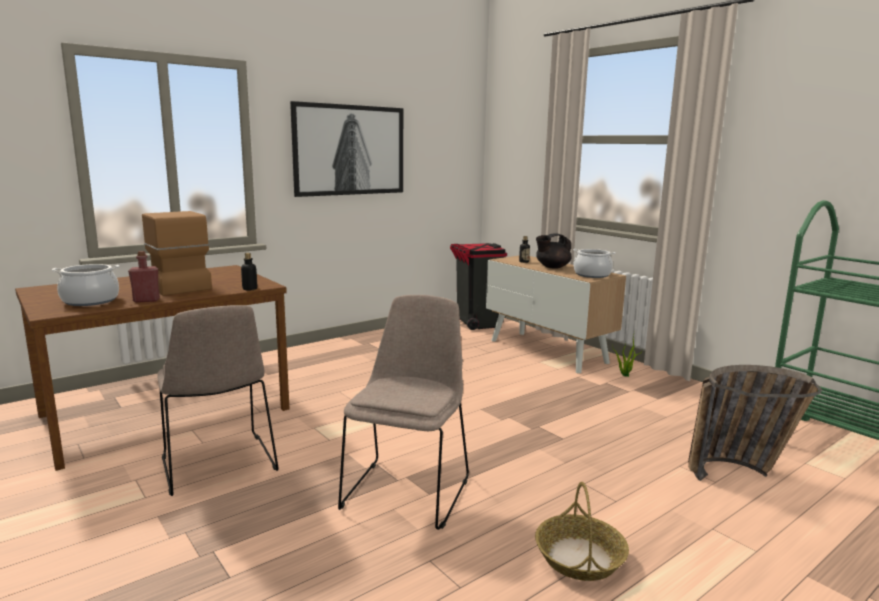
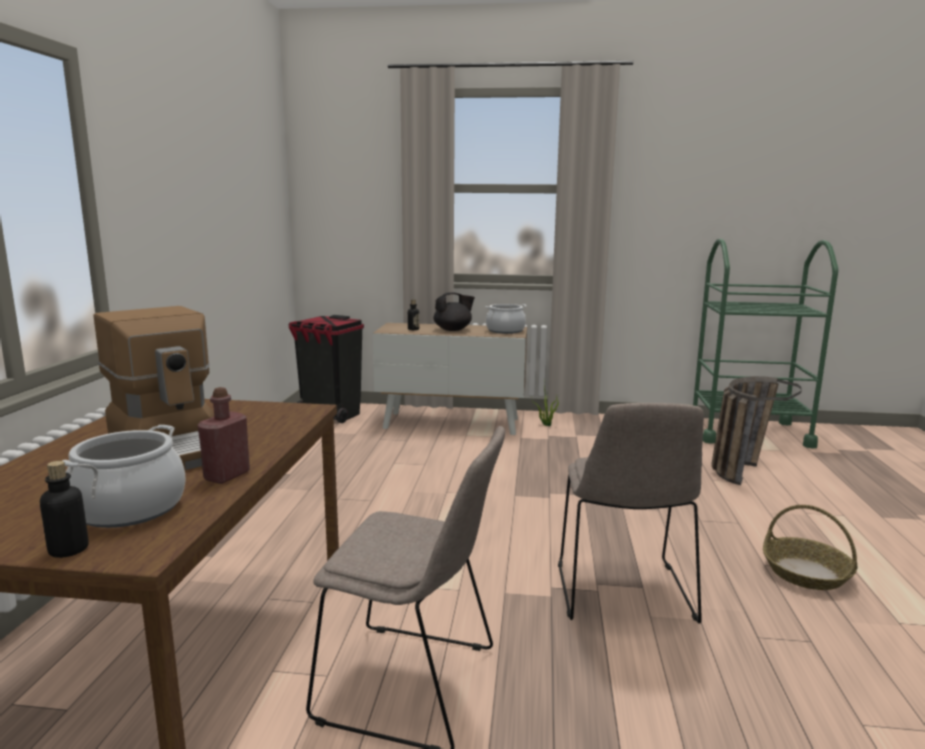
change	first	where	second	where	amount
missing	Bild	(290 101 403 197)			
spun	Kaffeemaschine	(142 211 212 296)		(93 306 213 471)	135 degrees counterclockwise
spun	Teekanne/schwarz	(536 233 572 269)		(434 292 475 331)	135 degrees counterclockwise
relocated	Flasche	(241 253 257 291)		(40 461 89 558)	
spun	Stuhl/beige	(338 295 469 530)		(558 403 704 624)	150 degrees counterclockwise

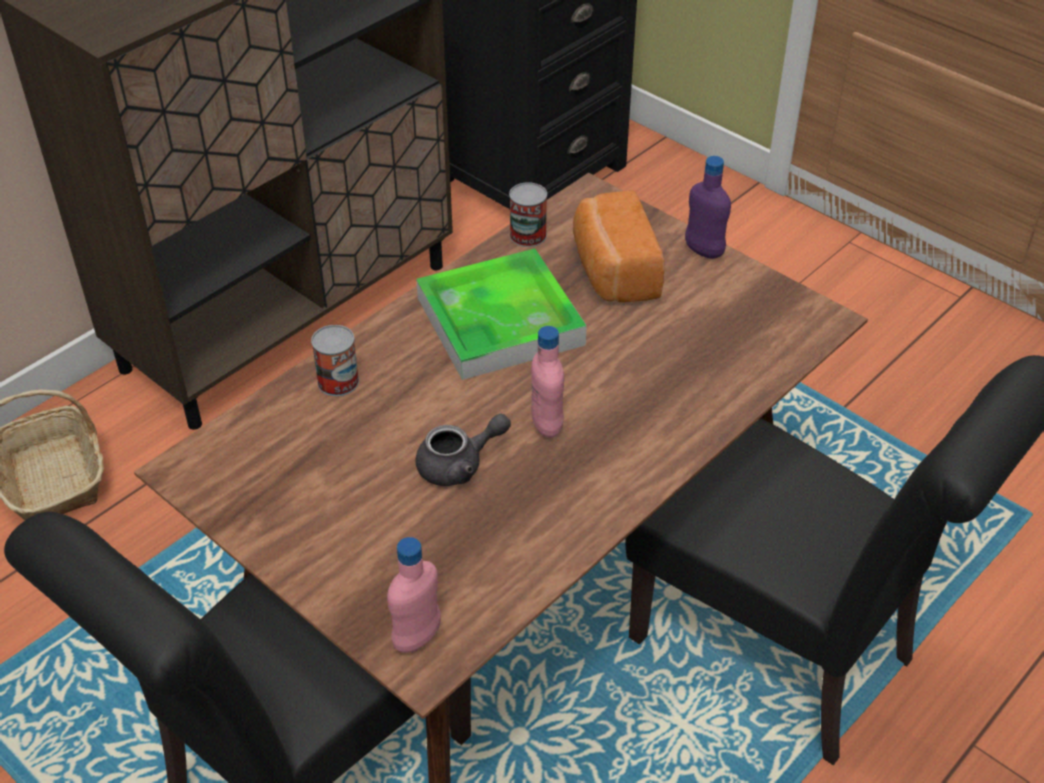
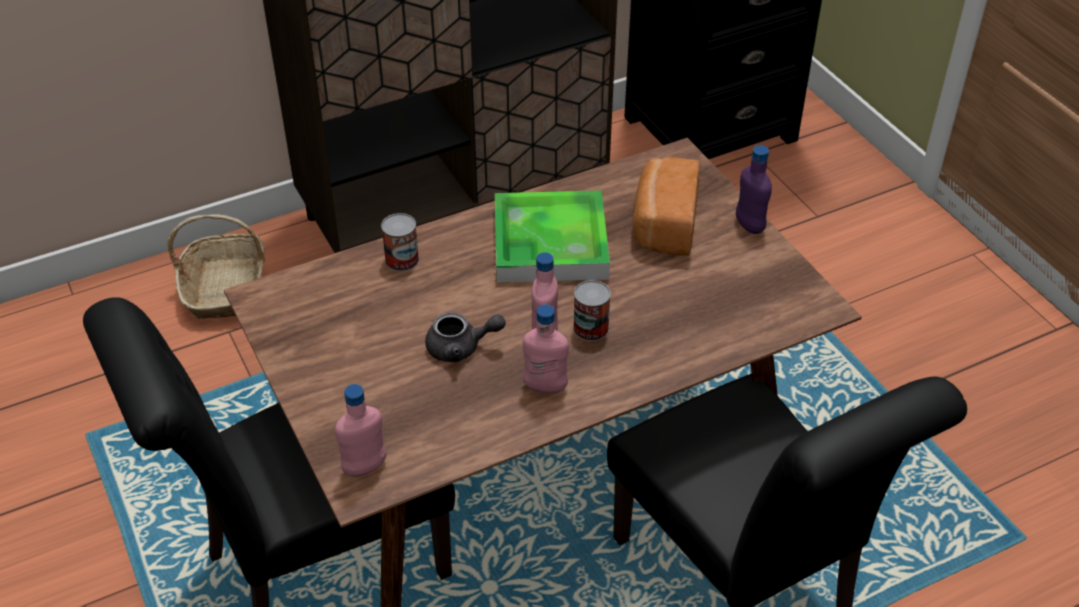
change	first	where	second	where	amount
relocated	Dose	(509 182 547 247)		(573 280 611 341)	
appeared			Flasche/rosa	(523 304 569 394)	

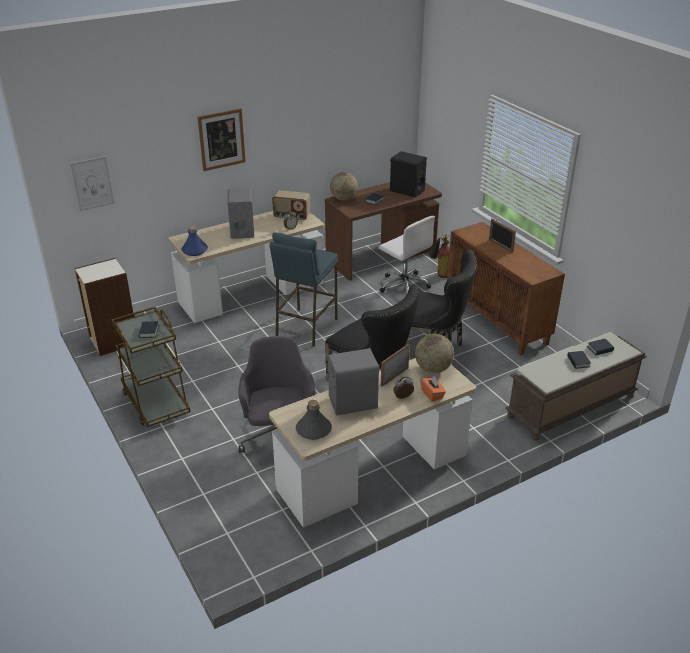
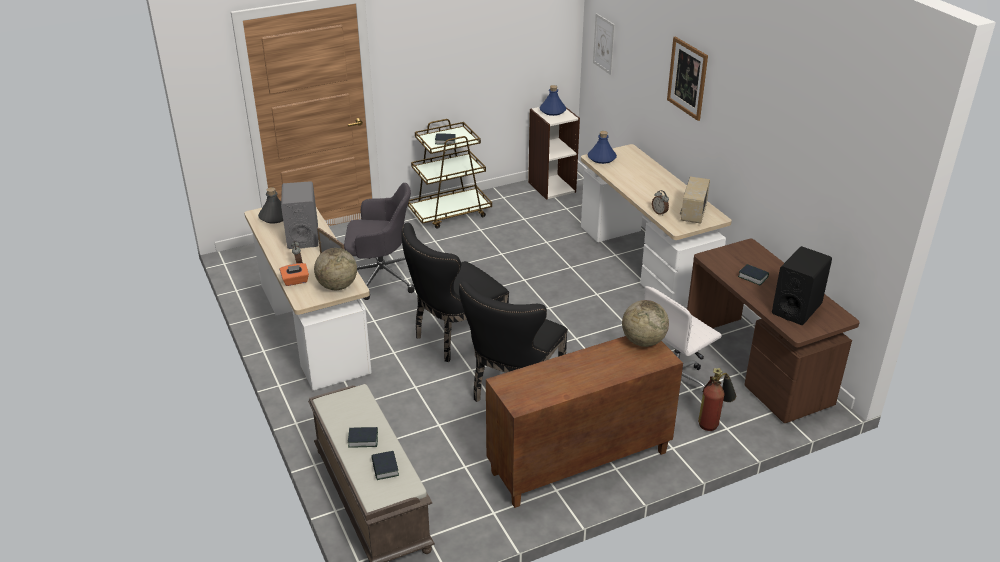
change	first	where	second	where	amount
relocated	Globus	(330 172 358 201)		(622 300 669 347)	
missing	Lautsprecher/grau	(228 188 254 239)			
missing	Bilderrahmen	(489 219 516 253)			
missing	Hocker/blau	(270 232 338 347)			
appeared			Flasche/blau	(540 85 567 116)	

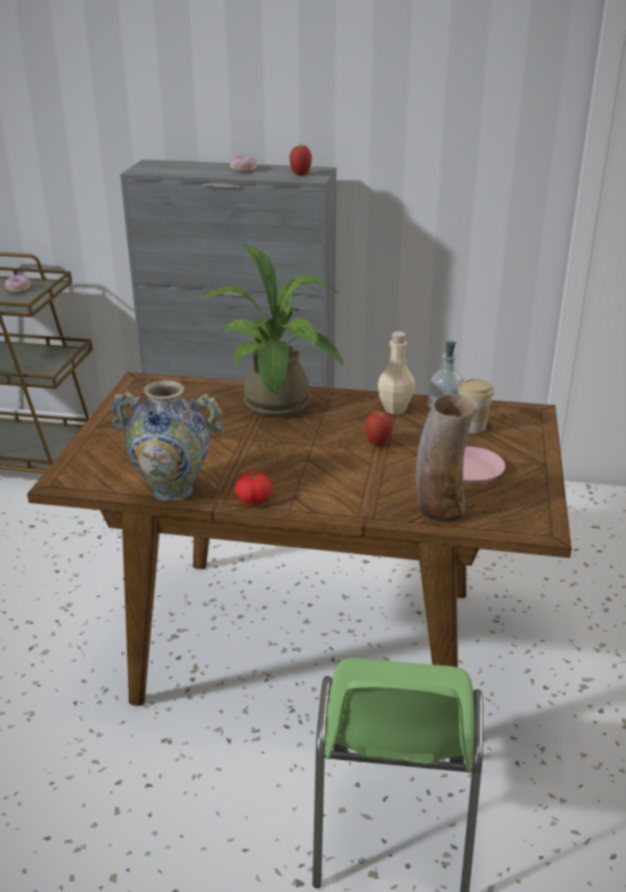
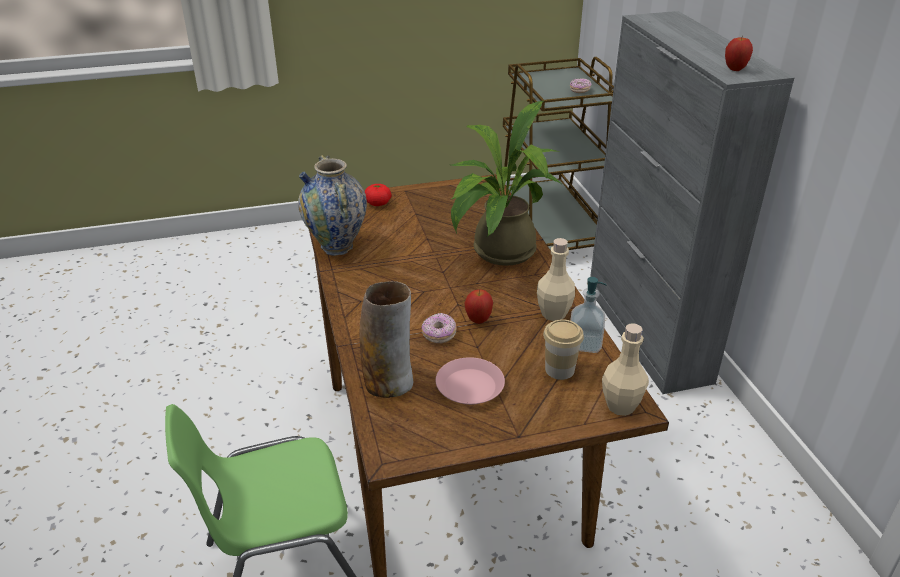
change	first	where	second	where	amount
relocated	Donut	(230 155 257 172)		(421 313 456 343)	
relocated	Tomate	(234 472 272 504)		(365 184 392 206)	
appeared			Flasche/beige	(602 323 649 416)	

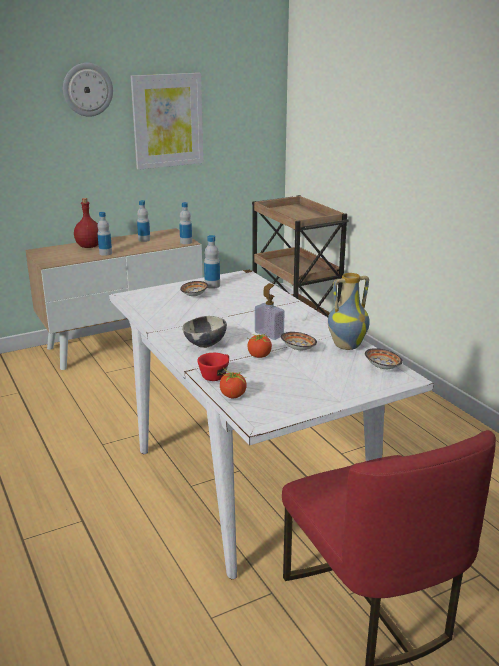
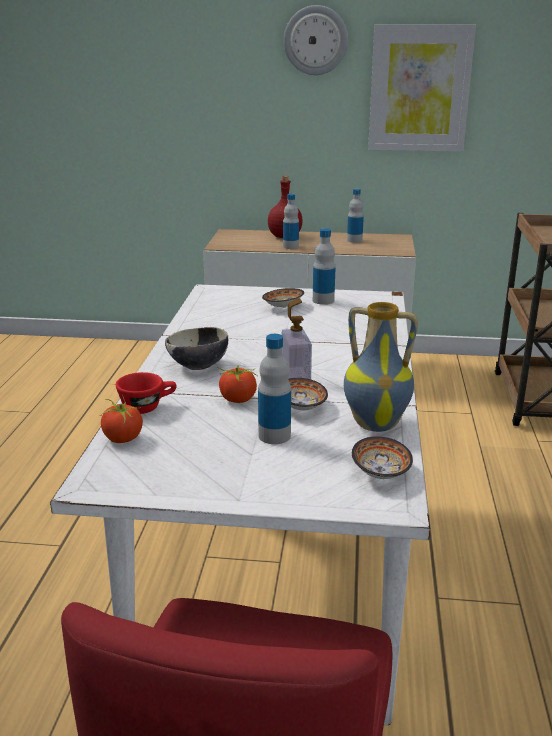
change	first	where	second	where	amount
relocated	Flasche	(179 202 192 244)		(258 334 291 444)	

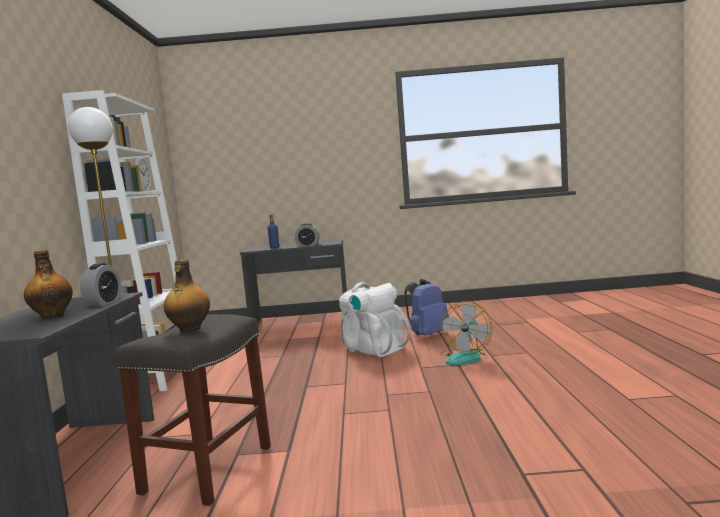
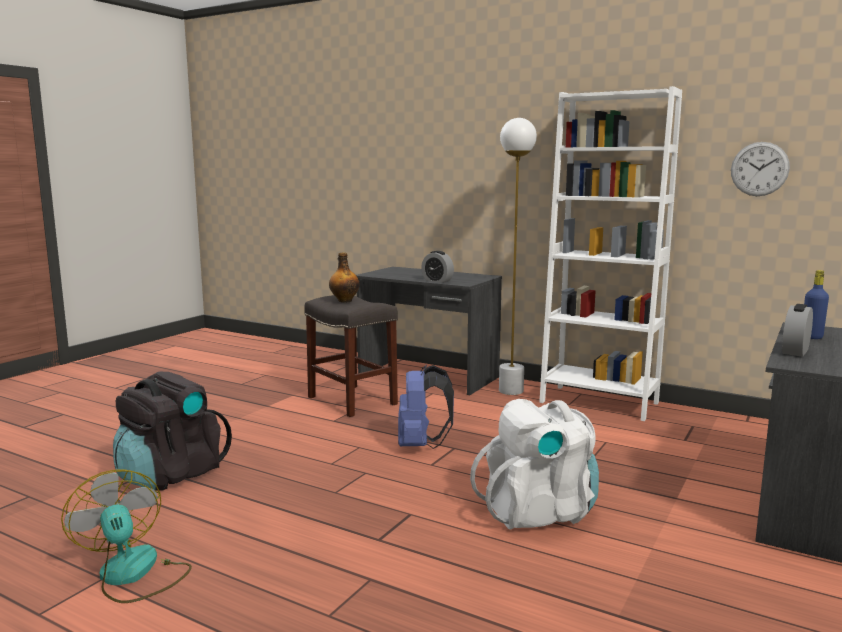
change	first	where	second	where	amount
missing	Flasche	(24 250 73 319)			
relocated	Rucksack/blau	(404 279 449 335)		(398 365 454 449)	
relocated	Ventilator	(441 301 493 365)		(61 469 192 603)	
appeared			Rucksack/schwarz	(113 372 232 491)	

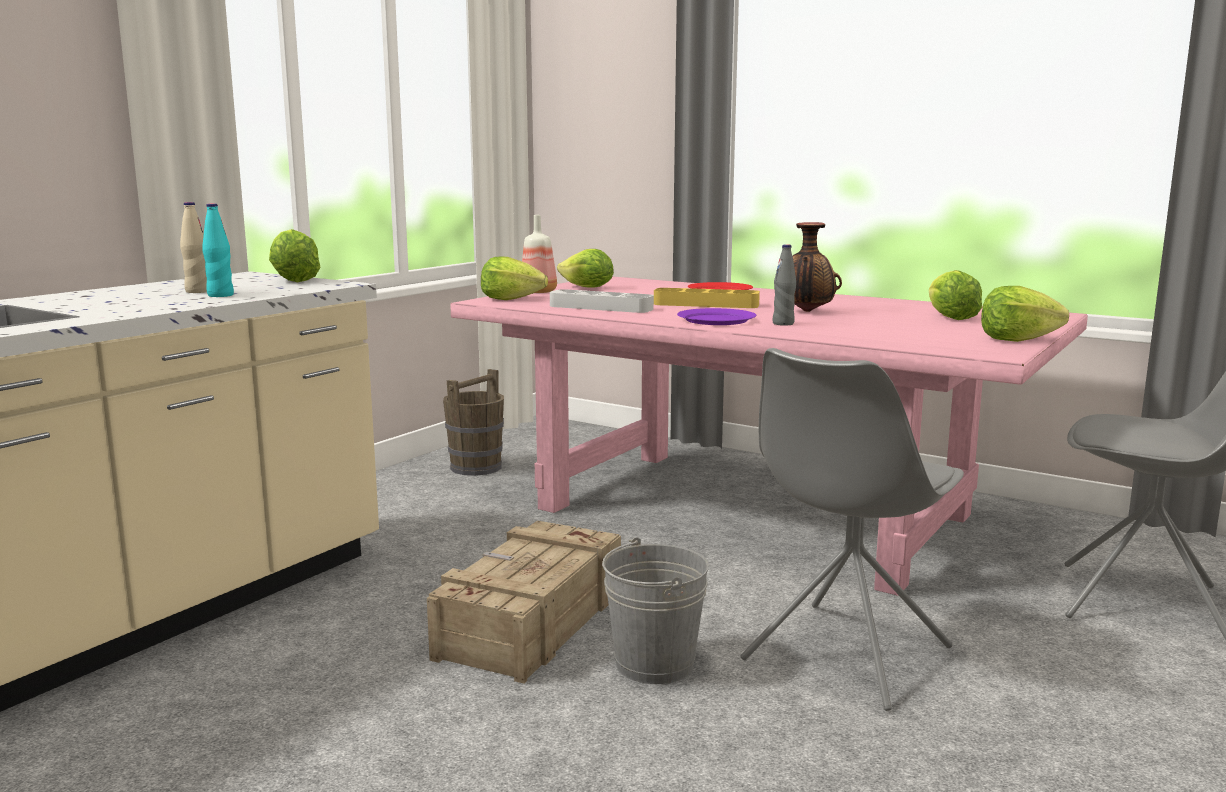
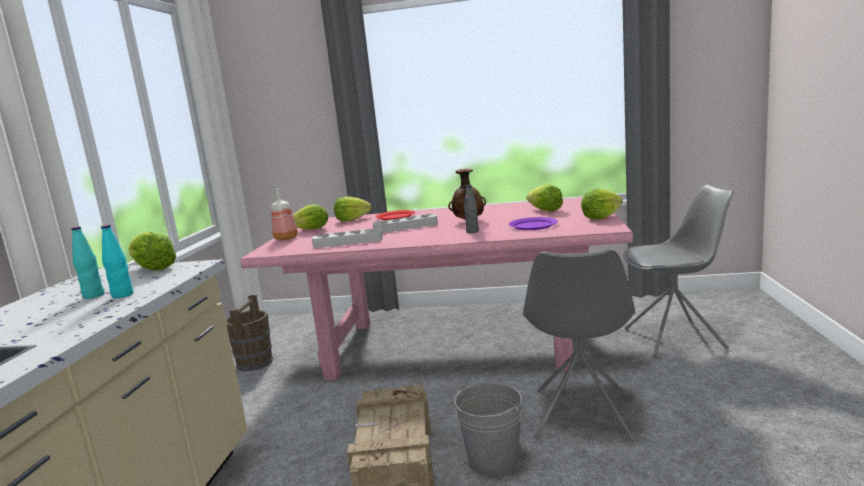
change	first	where	second	where	amount
colour	Flasche/beige	(180 202 207 293)	Flasche/türkis	(71 226 104 299)	
relocated	Salatkopf	(481 257 548 300)		(334 196 372 221)	
colour	Tablett/gelb	(654 288 760 308)	Tablett/grau	(373 214 438 233)	
relocated	Teller/lila	(677 308 757 325)		(509 217 558 230)	

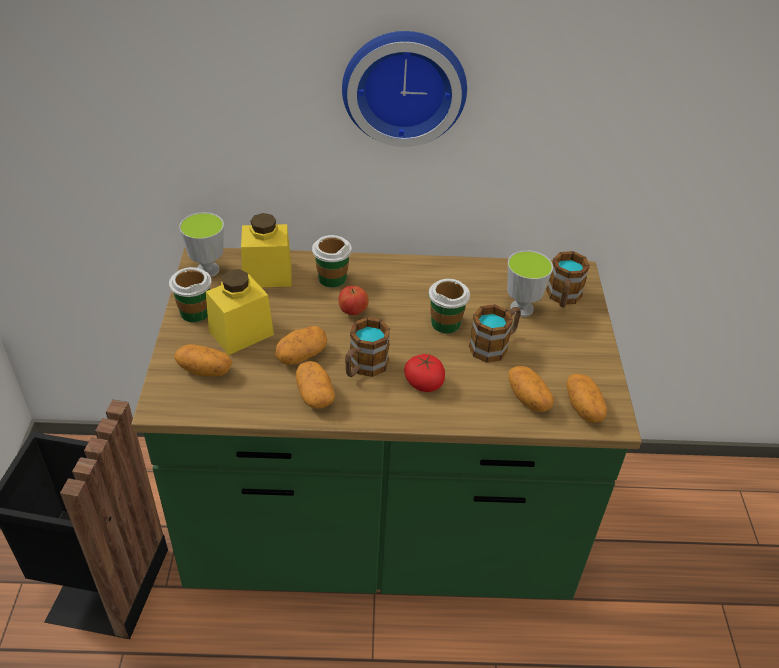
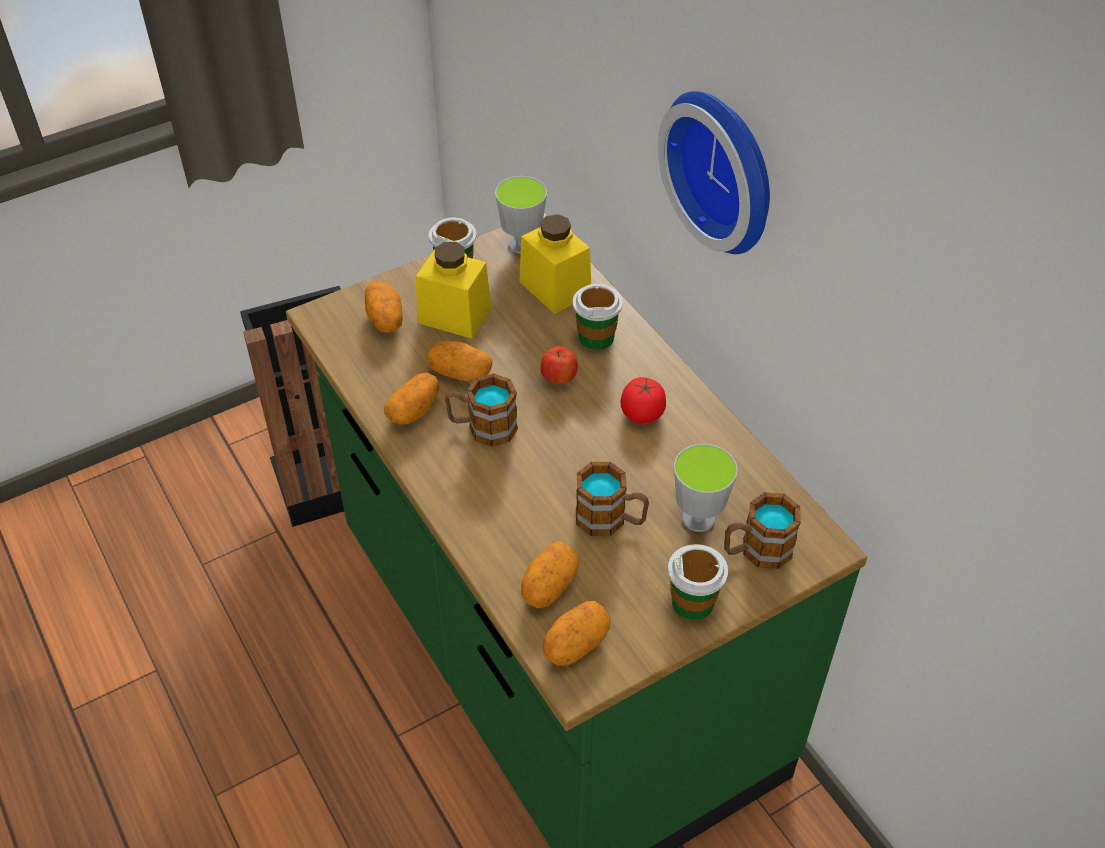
change	first	where	second	where	amount
relocated	Tasse	(429 279 470 334)		(668 544 728 620)	
relocated	Tomate	(404 354 445 392)		(621 377 666 424)	

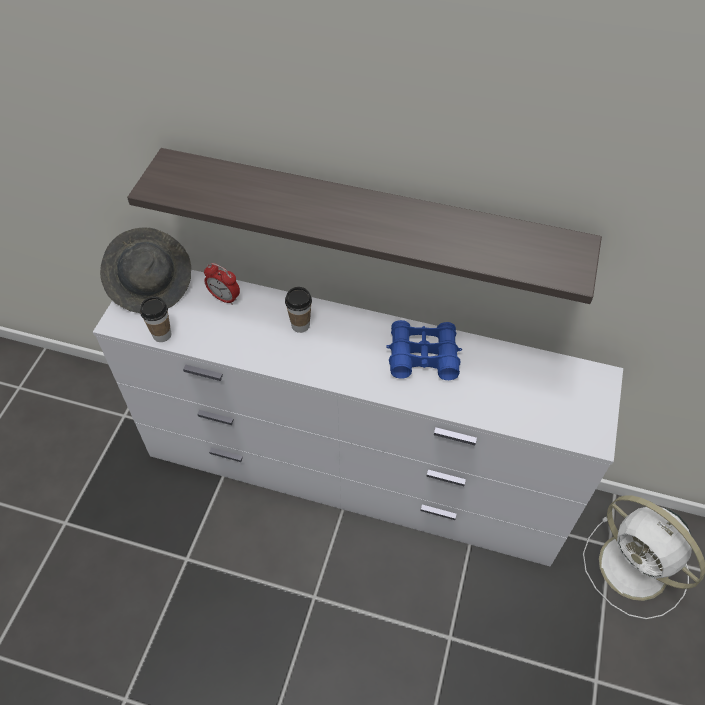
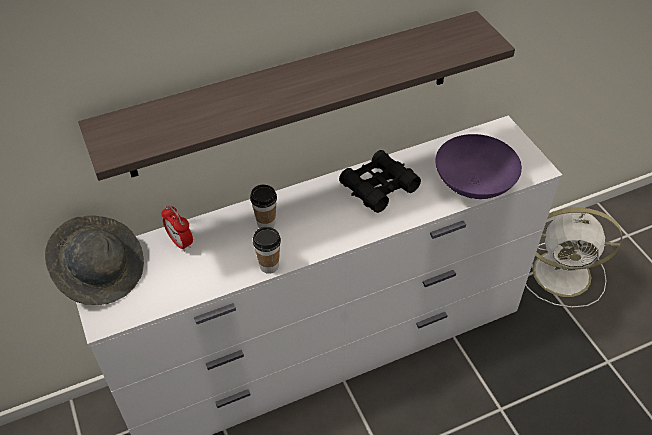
change	first	where	second	where	amount
spun	Wecker	(204 263 240 305)		(161 205 193 252)	60 degrees clockwise
relocated	Tasse	(140 296 171 342)		(253 227 281 274)	
colour	Fernglas/blau	(386 320 462 380)	Fernglas/schwarz	(339 150 421 213)	
appeared			Schüssel/lila	(435 134 522 199)	

